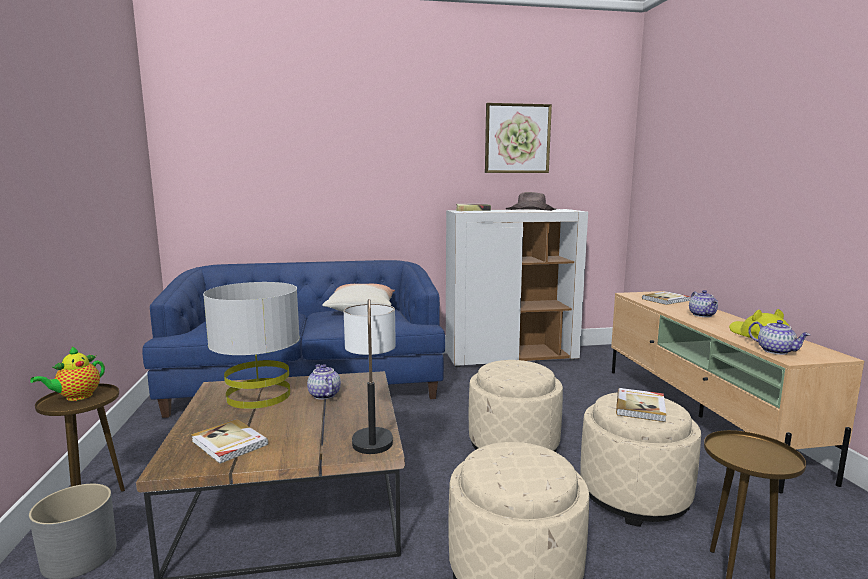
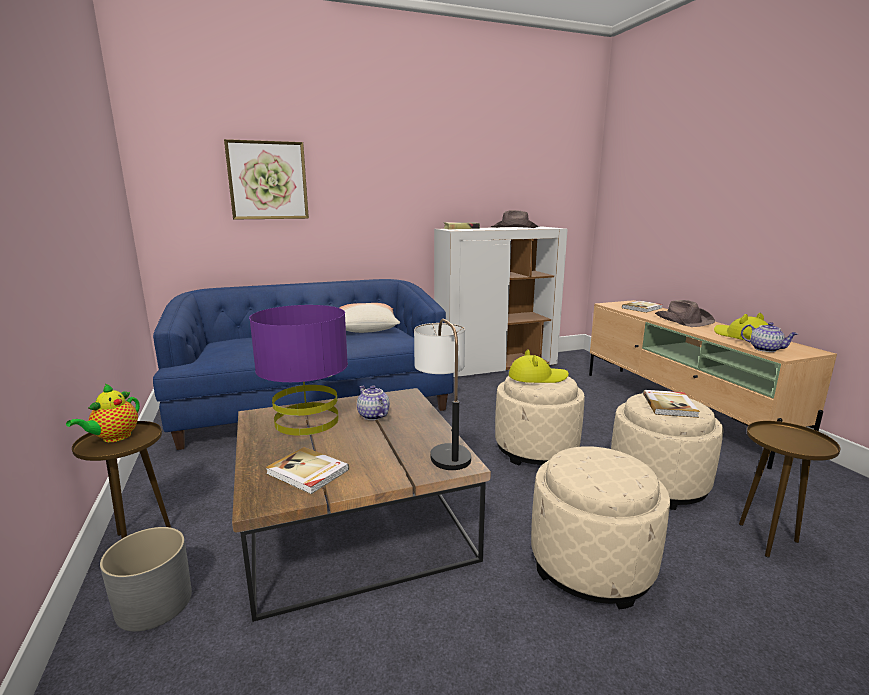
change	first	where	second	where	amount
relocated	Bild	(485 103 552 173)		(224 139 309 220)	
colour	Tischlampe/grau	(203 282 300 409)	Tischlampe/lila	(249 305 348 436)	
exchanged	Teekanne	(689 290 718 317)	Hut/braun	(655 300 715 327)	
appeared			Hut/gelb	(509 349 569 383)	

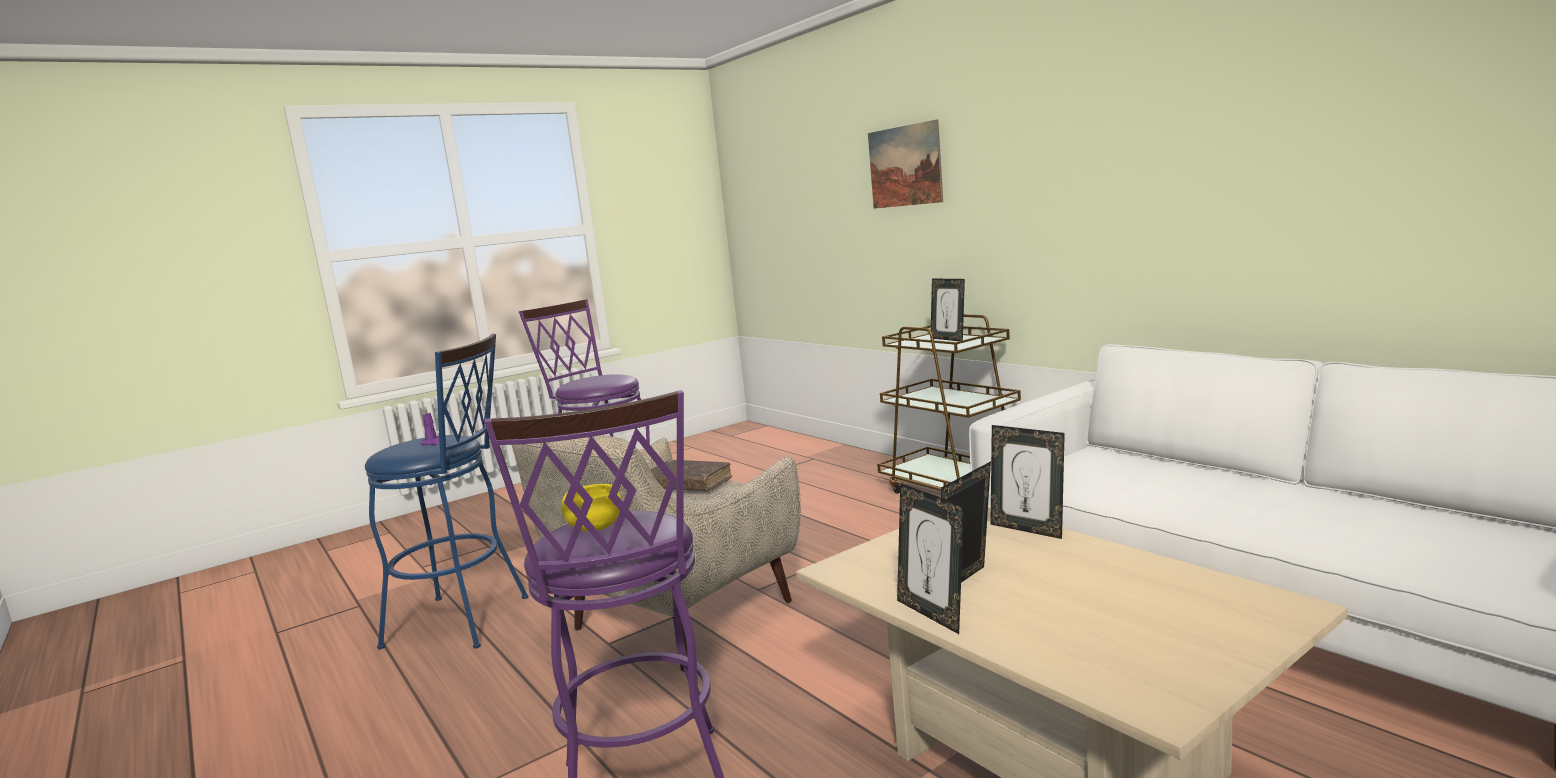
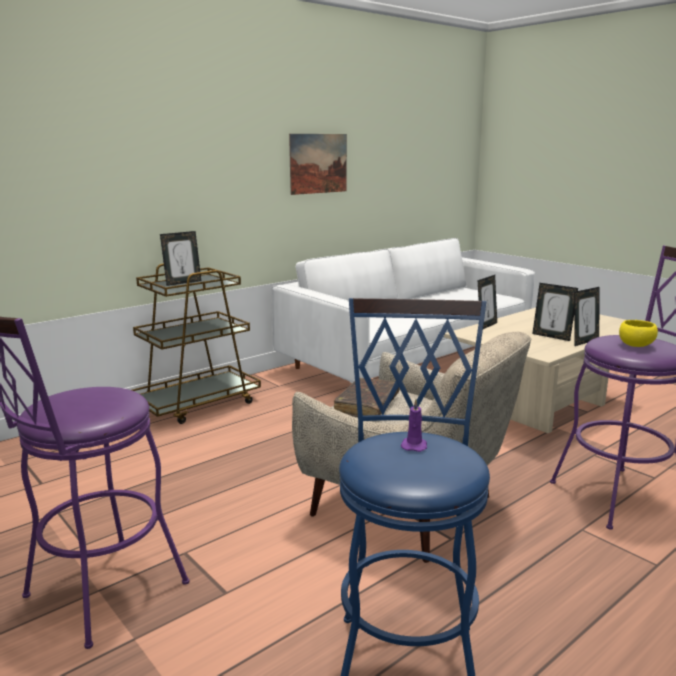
change	first	where	second	where	amount
relocated	Bild	(868 119 943 209)		(289 134 347 195)	

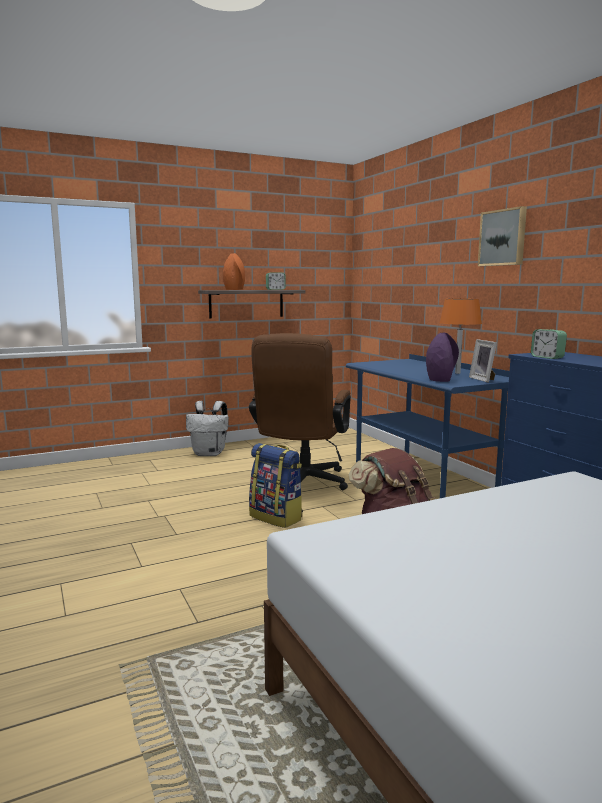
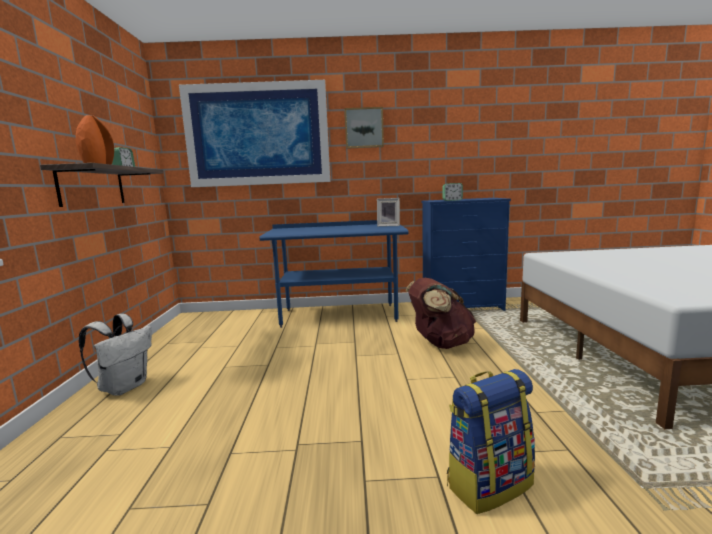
change	first	where	second	where	amount
missing	Tischlampe/orange	(440 299 482 374)			
missing	Bürostuhl/braun	(249 333 351 490)			
missing	Vase/lila	(426 333 459 382)			
relocated	Rucksack	(249 443 303 528)		(447 369 535 514)	
appeared			Bild	(179 80 330 187)	

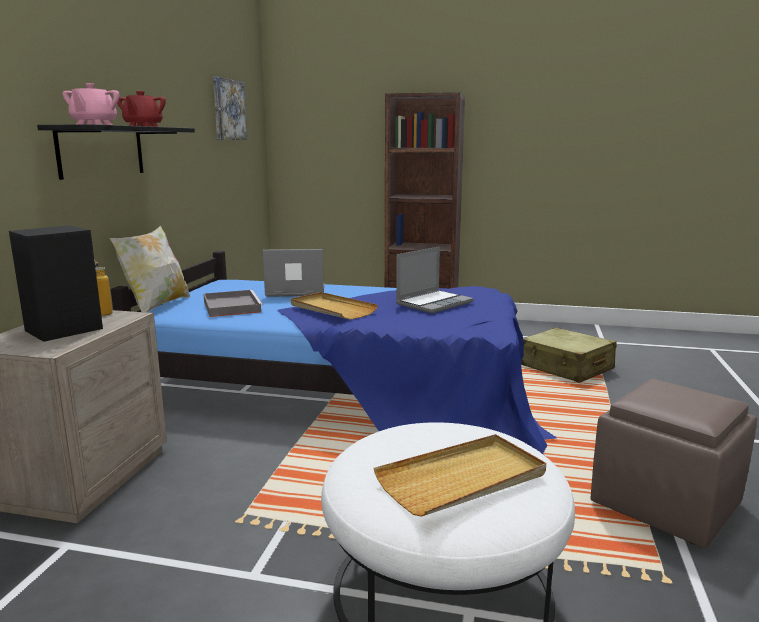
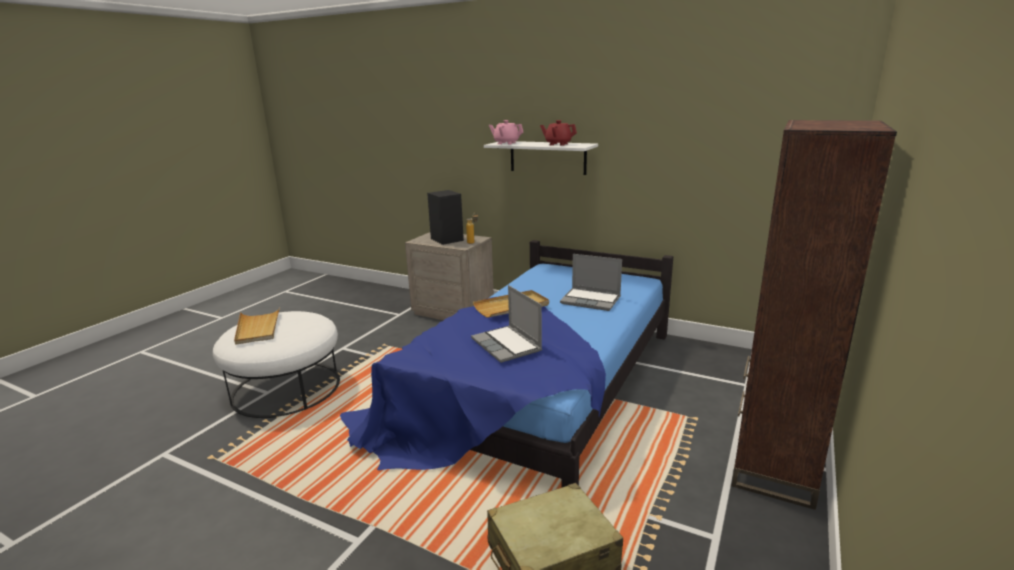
change	first	where	second	where	amount
missing	Bild	(213 77 247 140)			
colour	Wandregal/schwarz	(37 124 195 180)	Wandregal/weiß	(484 141 598 175)	
missing	Kissen	(110 226 190 313)			
spun	Laptop	(263 249 324 297)		(560 254 622 311)	105 degrees clockwise
missing	Tablett/grau	(204 290 263 317)			
missing	Polsterhocker/braun	(590 379 757 548)			

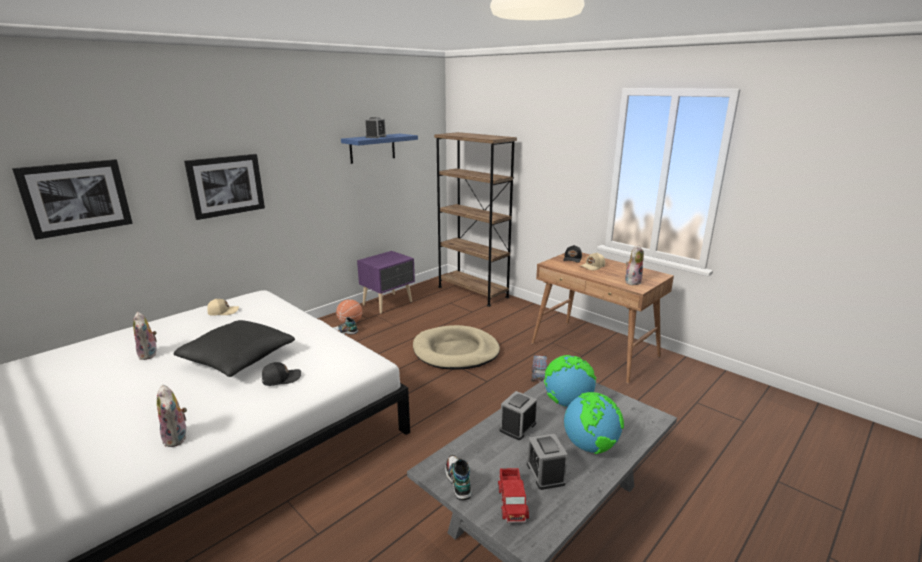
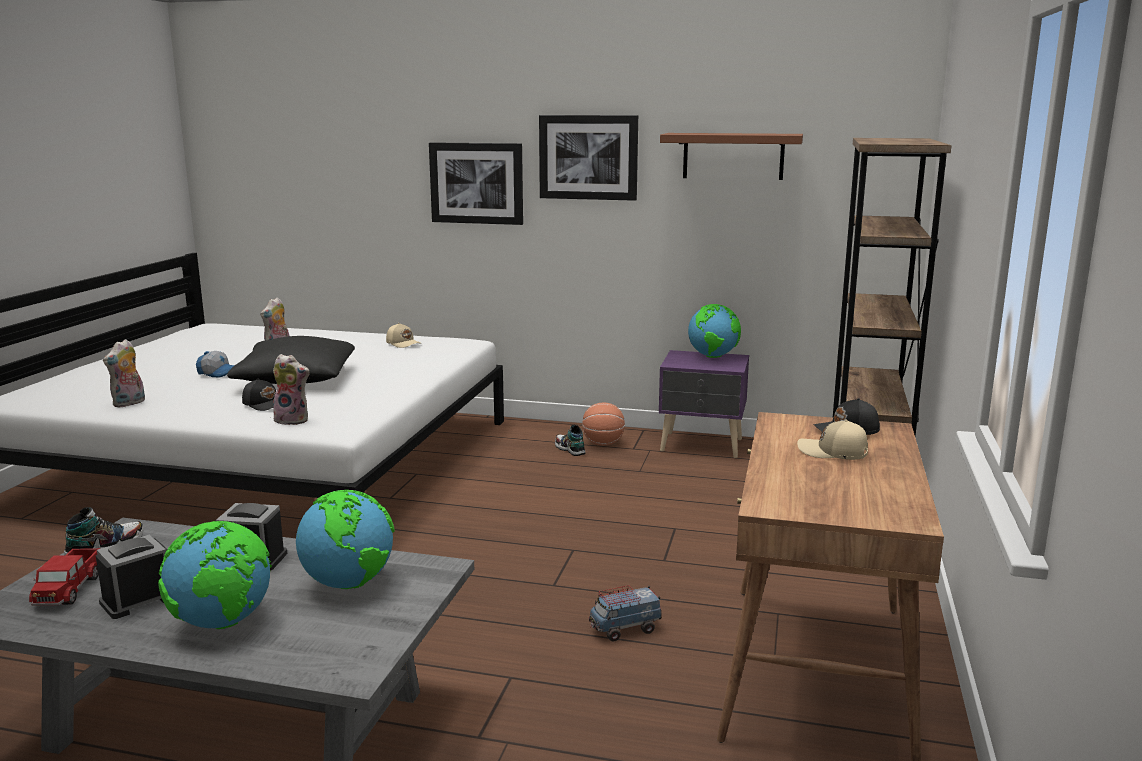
change	first	where	second	where	amount
missing	Wecker	(365 117 386 138)			
colour	Wandregal/blau	(341 134 418 164)	Wandregal/braun	(660 133 803 180)	
relocated	Bild	(12 159 133 240)		(539 115 638 201)	
relocated	Plüschtier	(625 245 644 285)		(273 354 310 425)	
missing	Hundebett/beige	(413 325 500 370)			
spun	Spielzeuglaster	(498 468 529 523)		(29 548 100 606)	60 degrees counterclockwise
appeared			Globus	(688 304 741 358)	
appeared			Kappe	(196 351 235 378)	

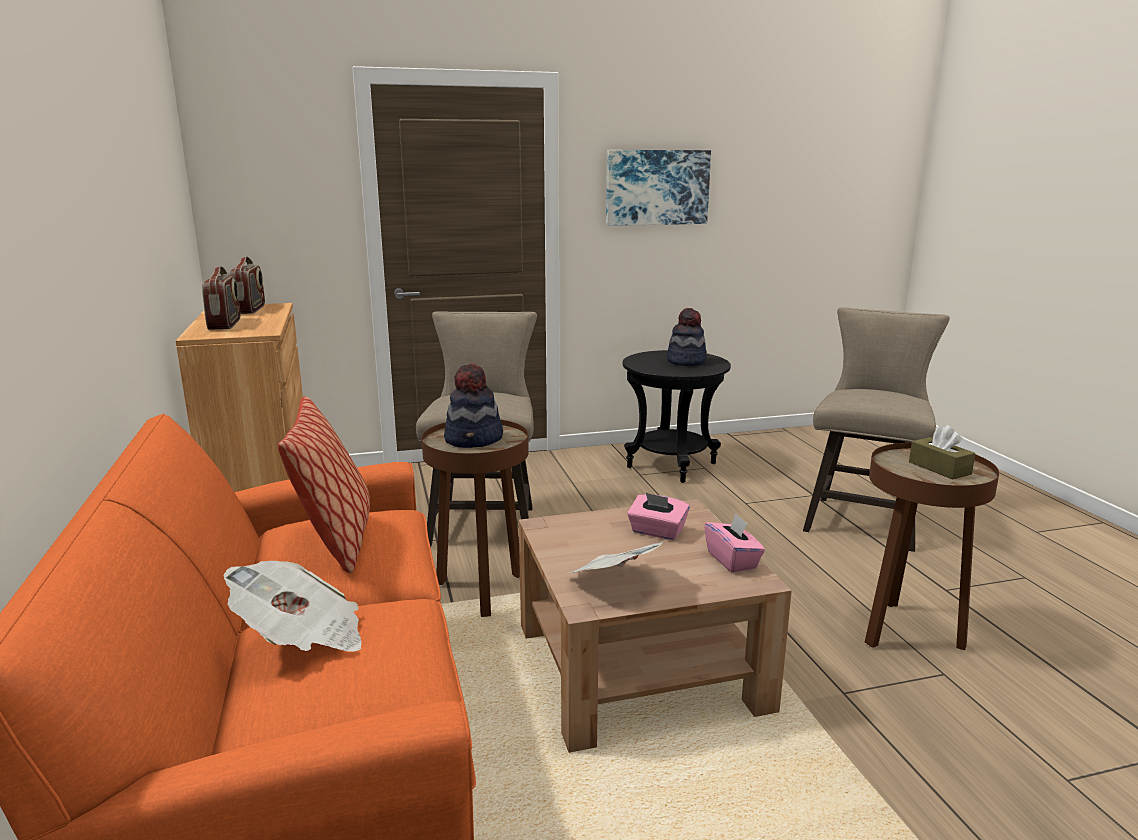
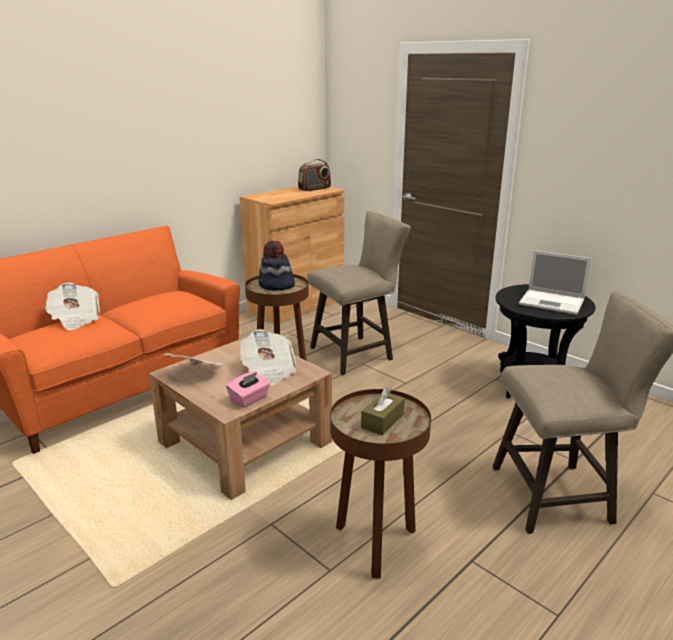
change	first	where	second	where	amount
missing	Bild	(606 150 711 226)			
missing	Radio	(202 266 240 330)			
exchanged	Hut	(667 308 707 366)	Laptop	(519 250 591 315)	
missing	Kissen	(278 396 370 573)			
exchanged	Taschentuchbox/rosa	(627 493 690 540)	Zeitung	(240 329 297 386)	

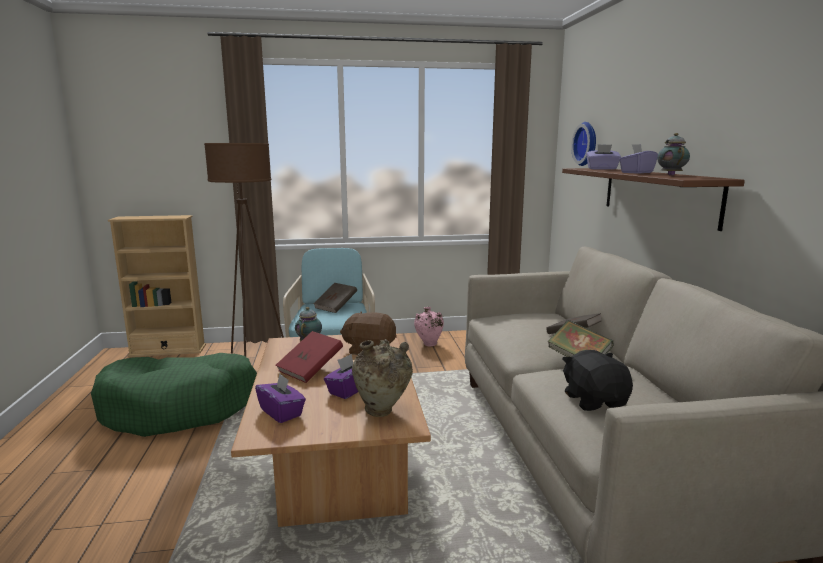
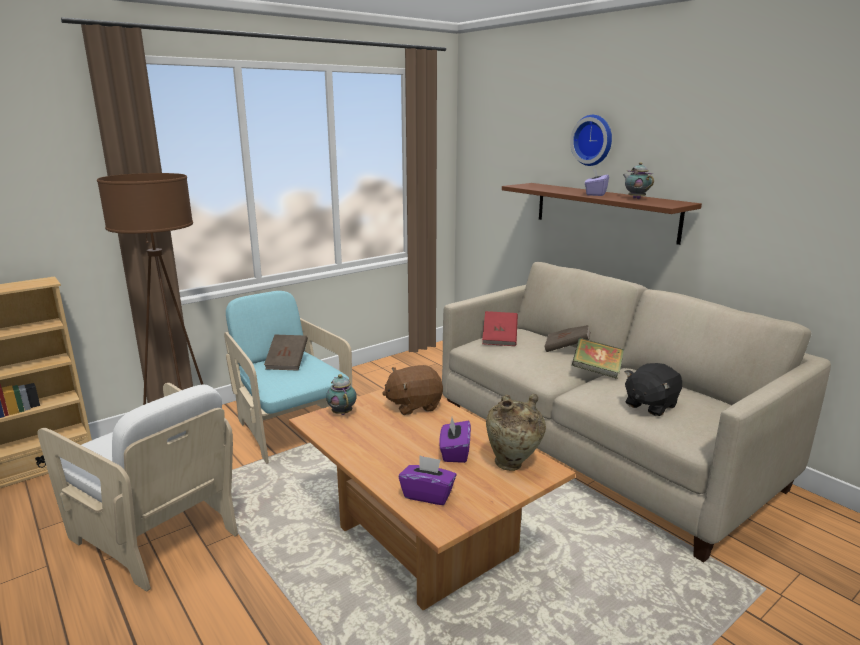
change	first	where	second	where	amount
relocated	Wanduhr	(571 122 596 166)		(570 115 612 166)	
missing	Taschentuchbox/lila	(586 144 621 170)			
missing	Vase/rosa	(414 307 444 346)			
relocated	Buch/rot	(275 331 343 383)		(482 311 518 346)	
spun	Plüschtier/schwarz	(562 350 633 411)		(625 363 682 416)	90 degrees counterclockwise
exchanged	Hundebett/grün	(91 353 257 437)	Sessel/weiß	(37 383 238 591)	

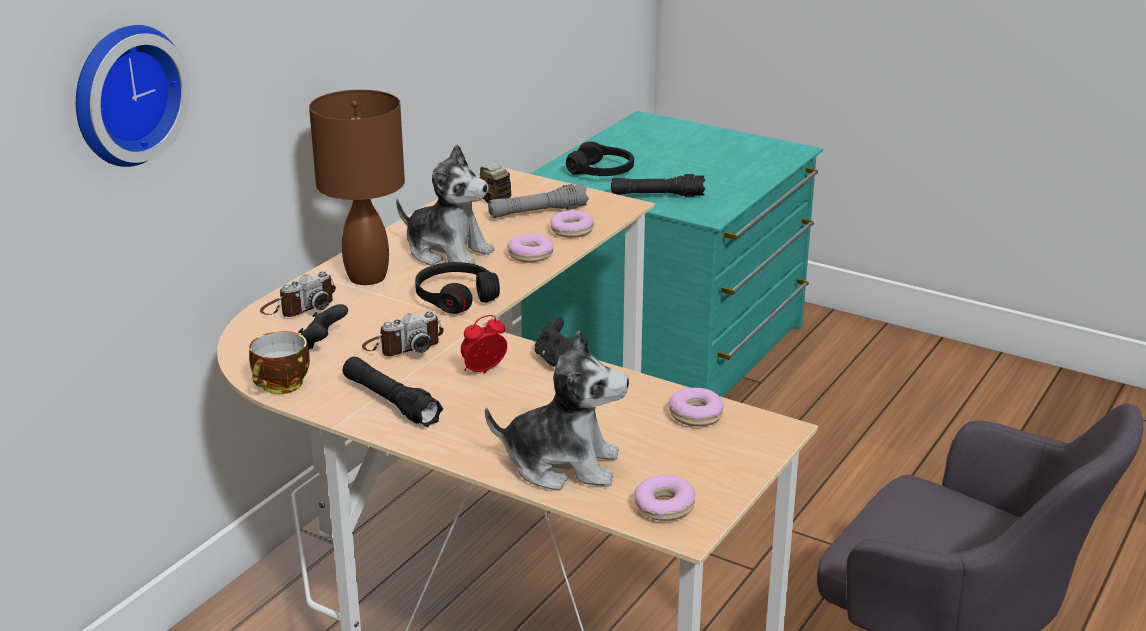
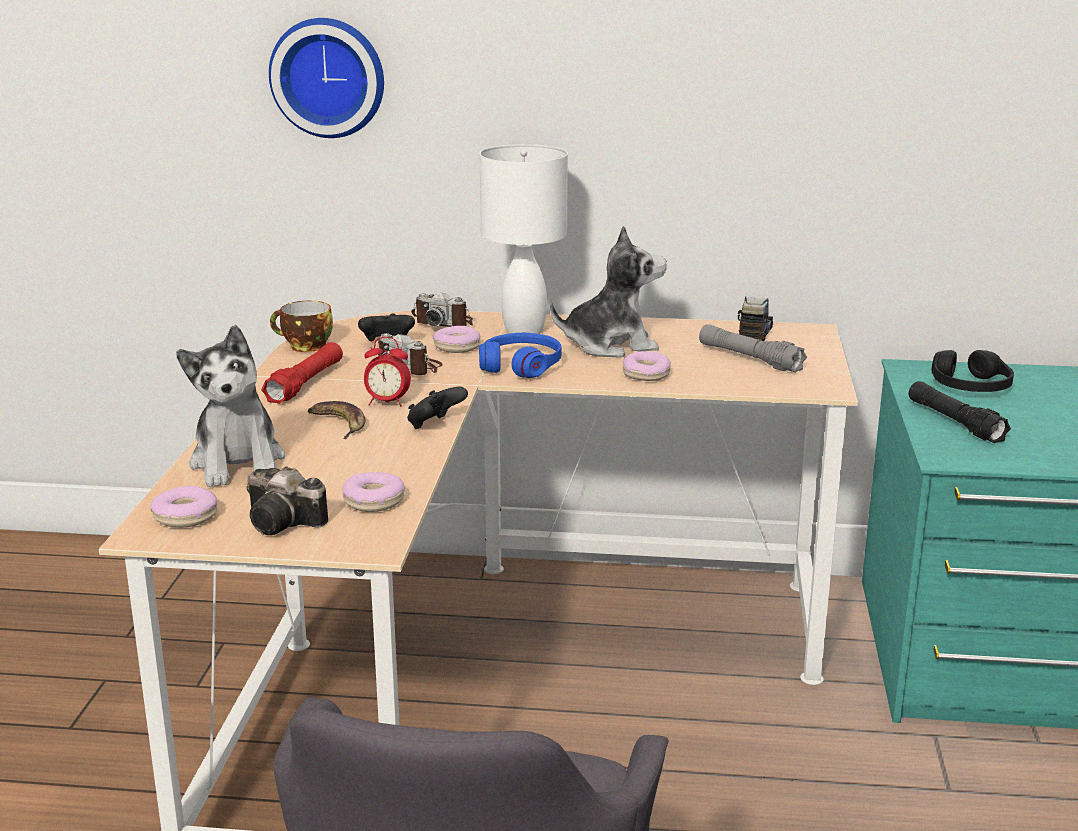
change	first	where	second	where	amount
colour	Tischlampe/braun	(309 90 405 285)	Tischlampe/weiß	(480 144 568 334)	
spun	Plüschtier	(396 145 495 266)		(550 226 667 358)	105 degrees counterclockwise
relocated	Donut	(550 211 594 238)		(433 326 481 353)	
colour	Kopfhörer/schwarz	(415 262 500 314)	Kopfhörer/blau	(479 333 561 378)	
spun	Wecker	(461 315 507 374)		(364 337 411 407)	150 degrees clockwise
colour	Taschenlampe/schwarz	(343 357 443 427)	Taschenlampe/rot	(261 342 343 404)	
appeared			Banane	(308 401 365 439)	
appeared			Kamera	(247 466 328 535)	

